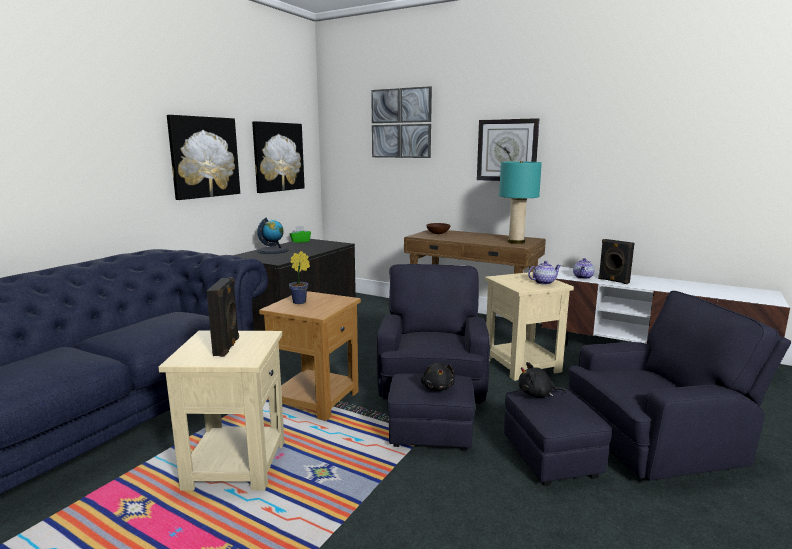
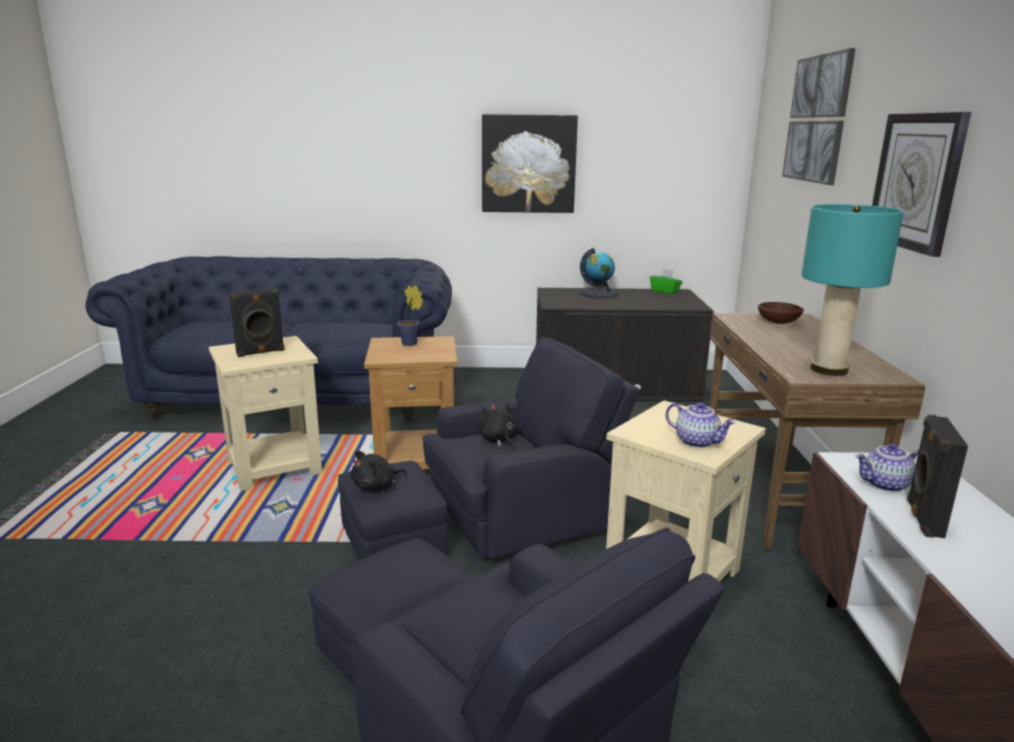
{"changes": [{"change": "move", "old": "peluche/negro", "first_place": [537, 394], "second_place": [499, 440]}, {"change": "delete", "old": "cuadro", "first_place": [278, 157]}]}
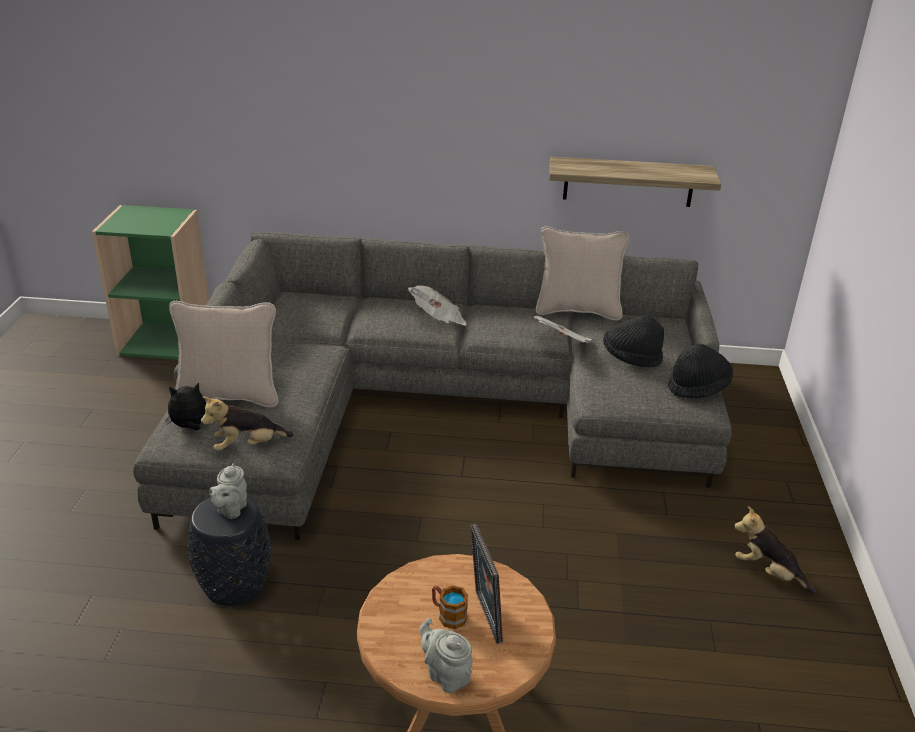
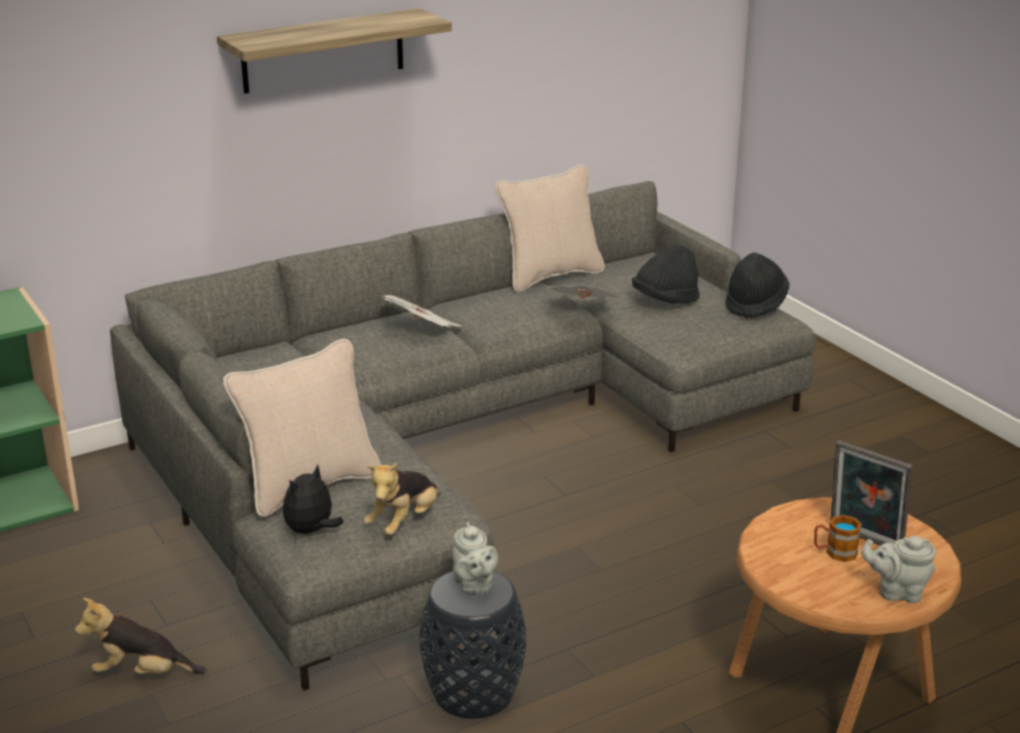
{"changes": [{"change": "move", "old": "peluche", "first_place": [768, 572], "second_place": [142, 673]}, {"change": "move", "old": "estante", "first_place": [628, 182], "second_place": [323, 51]}]}
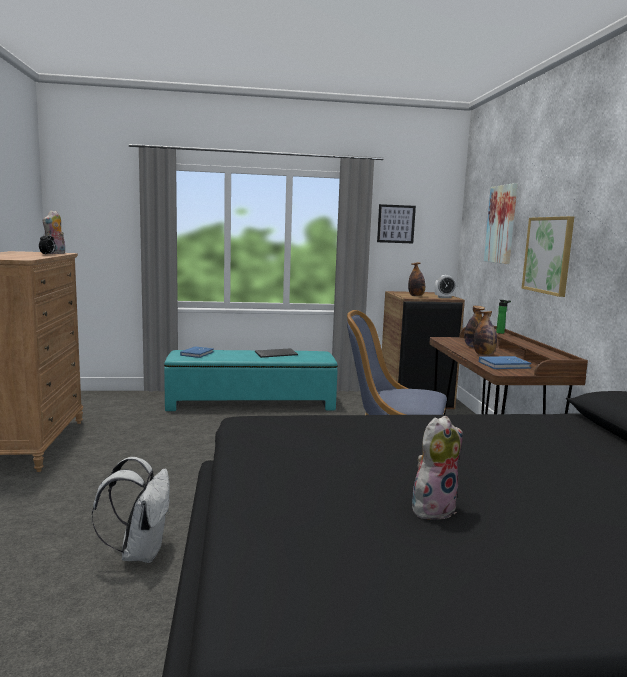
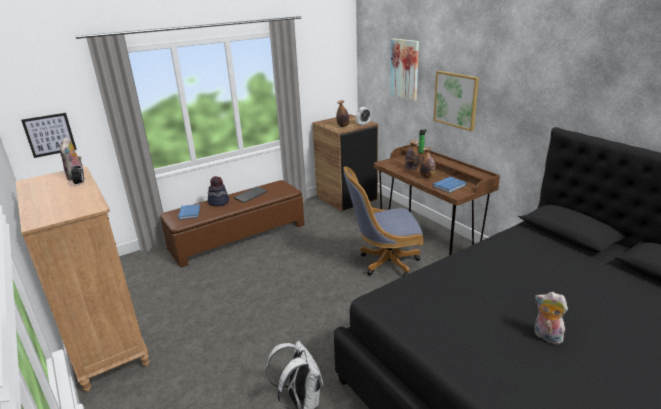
{"changes": [{"change": "move", "old": "cuadro", "first_place": [396, 224], "second_place": [49, 135]}, {"change": "recolor", "old": "banco/turquesa", "new": "banco/marrón", "first_place": [252, 402], "second_place": [238, 236]}, {"change": "insert", "new": "sombrero", "second_place": [218, 202]}, {"change": "rotate", "old": "peluche", "first_place": [432, 508], "second_place": [546, 337], "degrees": -75}]}
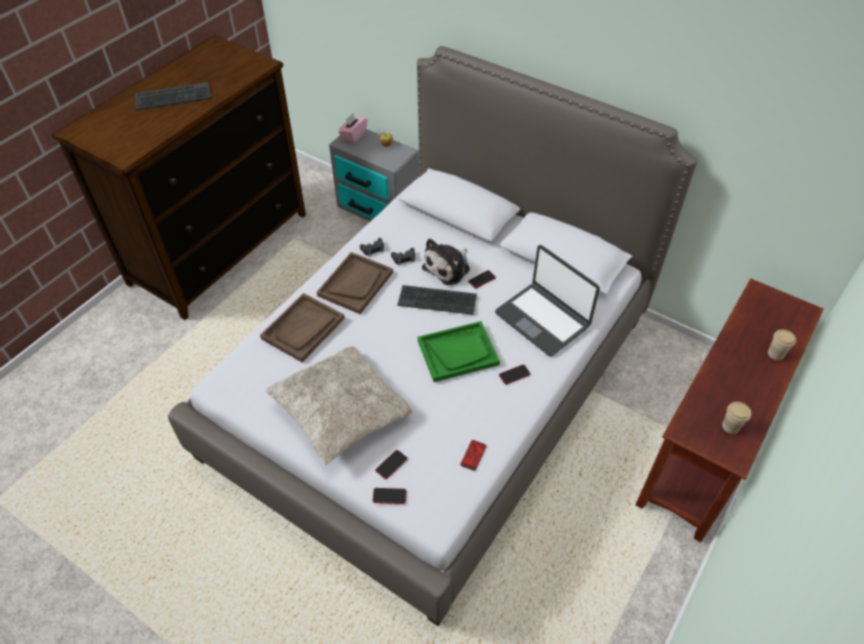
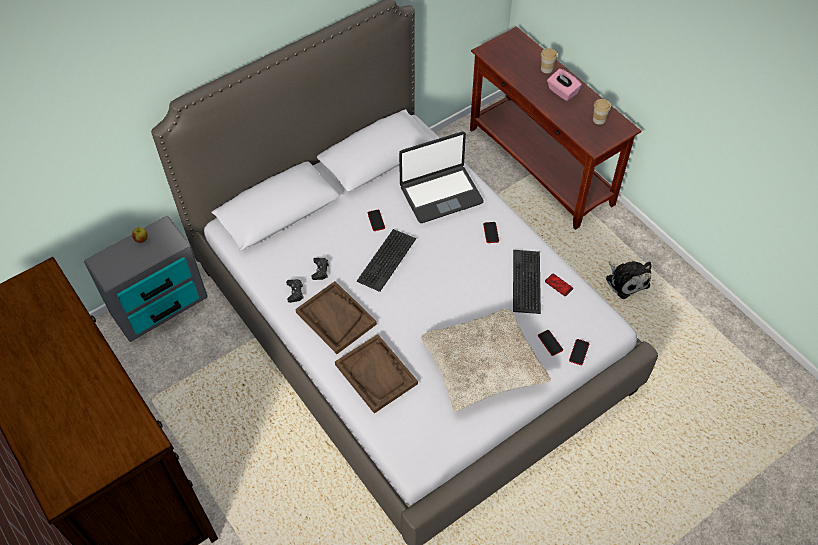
{"changes": [{"change": "move", "old": "teclado", "first_place": [173, 97], "second_place": [527, 281]}, {"change": "move", "old": "caja de pañuelos/rosa", "first_place": [353, 135], "second_place": [562, 92]}, {"change": "move", "old": "peluche", "first_place": [448, 267], "second_place": [626, 280]}, {"change": "delete", "old": "bandeja/verde", "first_place": [458, 352]}]}
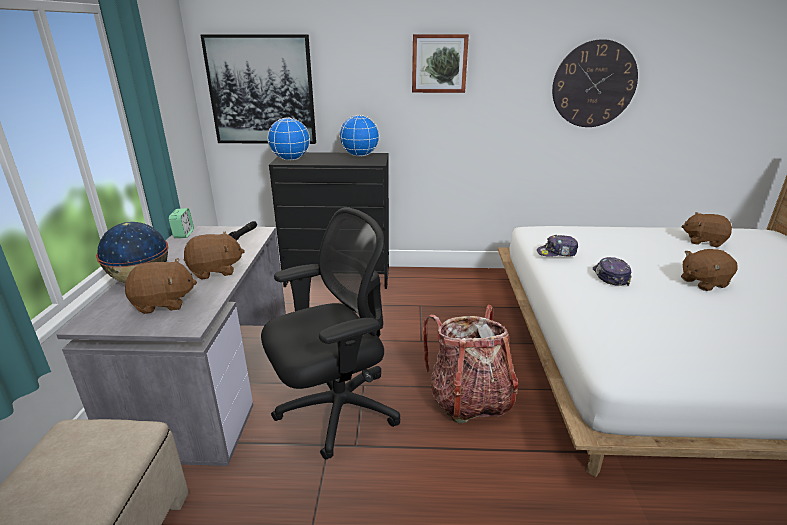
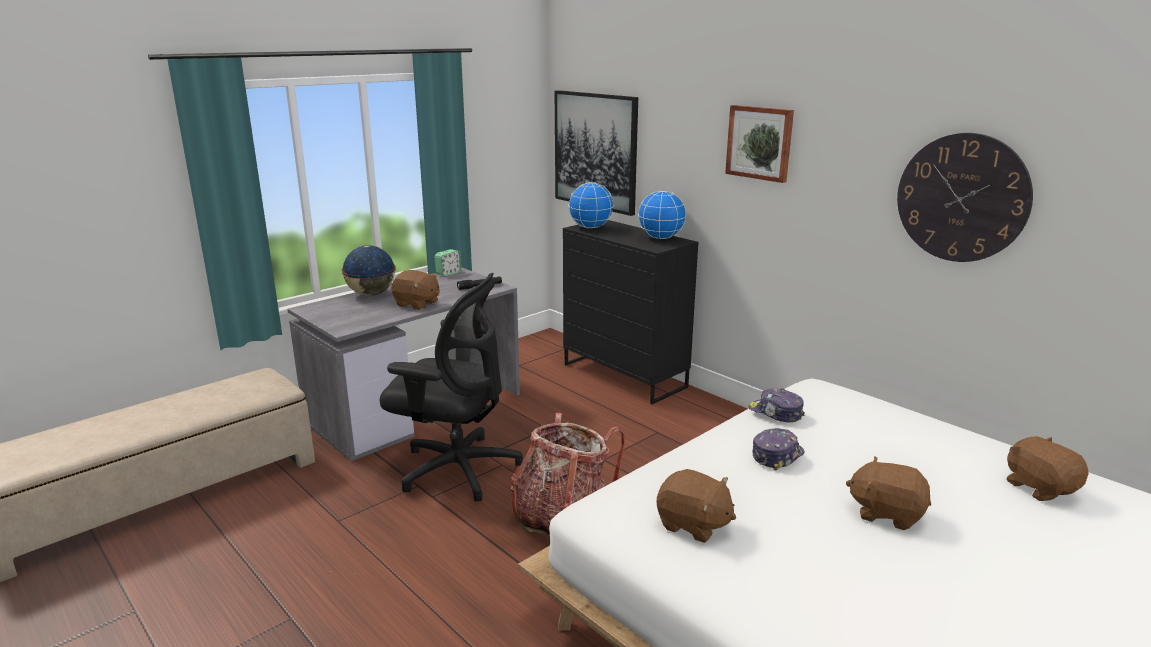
{"changes": [{"change": "move", "old": "peluche/marrón", "first_place": [164, 303], "second_place": [693, 525]}]}
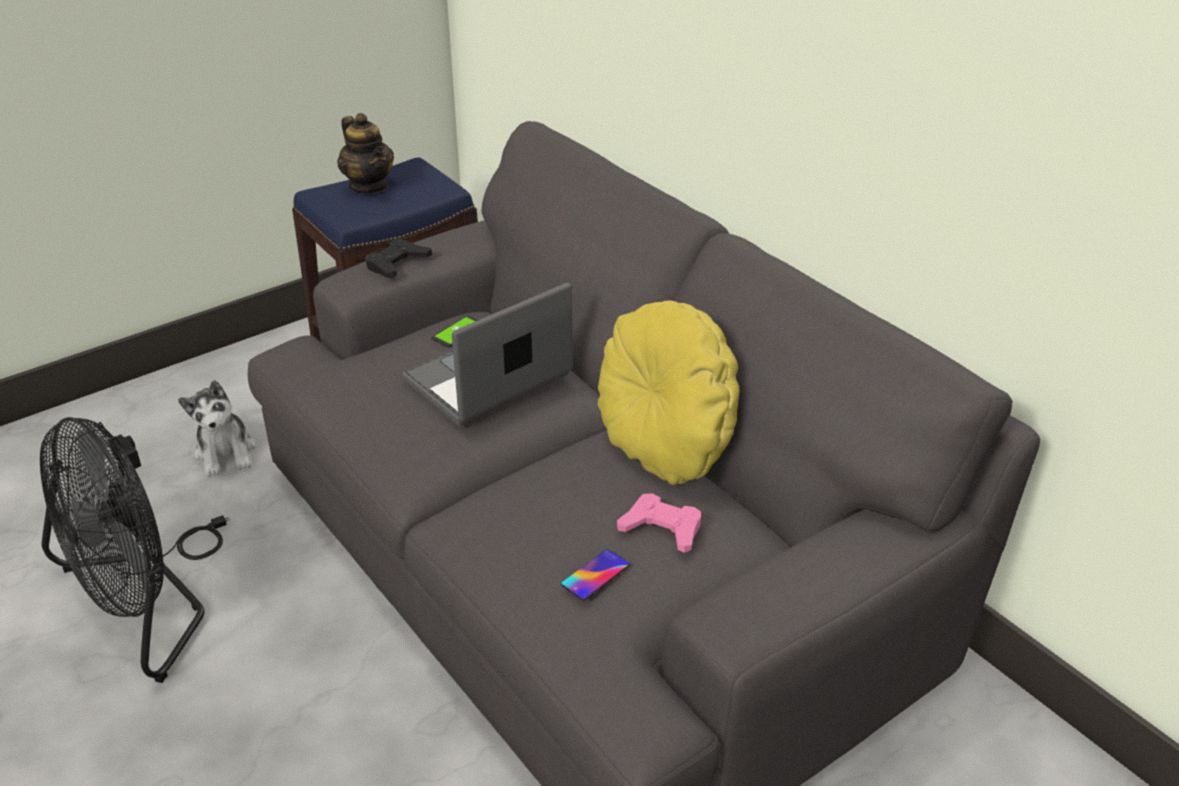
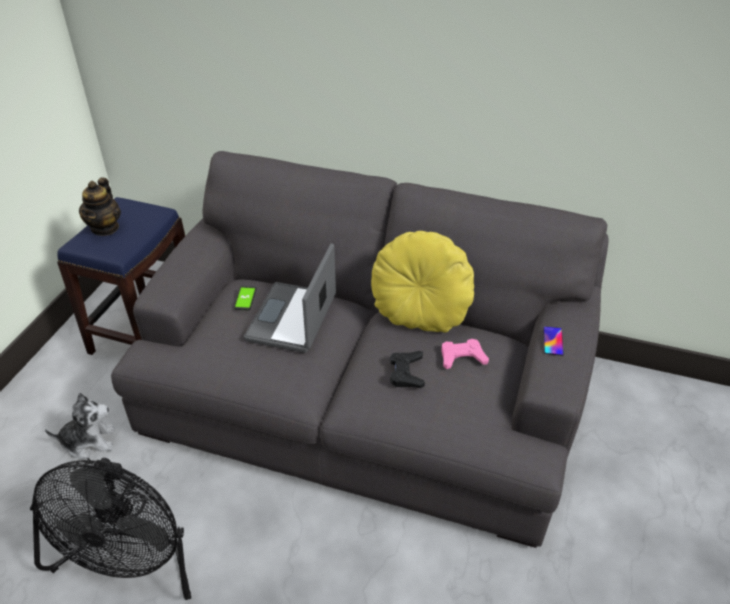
{"changes": [{"change": "rotate", "old": "peluche", "first_place": [226, 452], "second_place": [89, 441], "degrees": -45}, {"change": "rotate", "old": "tetera", "first_place": [369, 186], "second_place": [105, 228], "degrees": 75}, {"change": "move", "old": "mando de consola/negro", "first_place": [397, 264], "second_place": [406, 373]}, {"change": "move", "old": "móvil", "first_place": [595, 575], "second_place": [553, 341]}]}
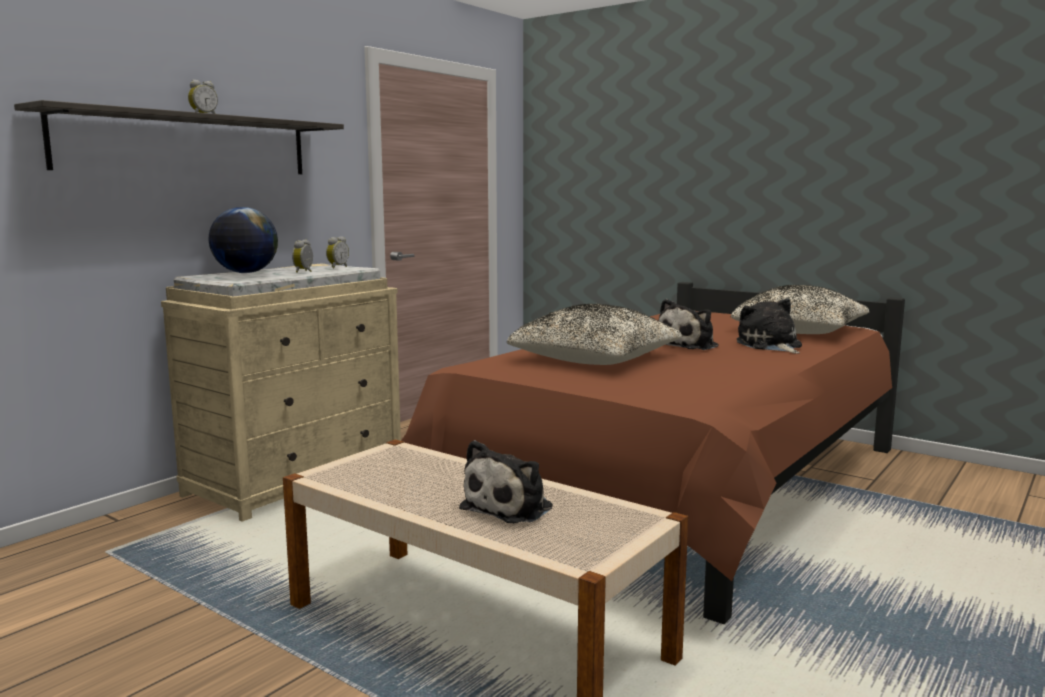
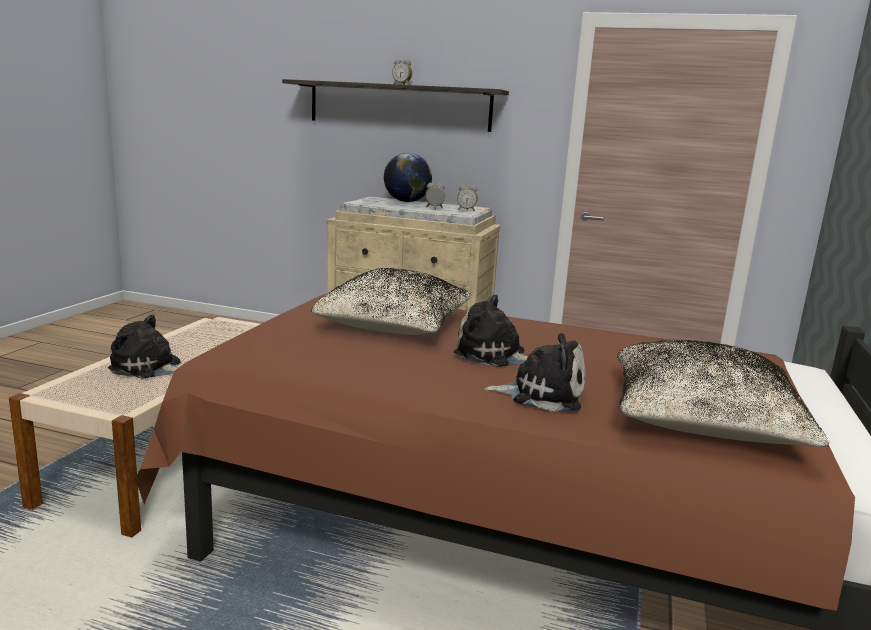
{"changes": [{"change": "rotate", "old": "peluche", "first_place": [770, 345], "second_place": [542, 394], "degrees": 45}]}
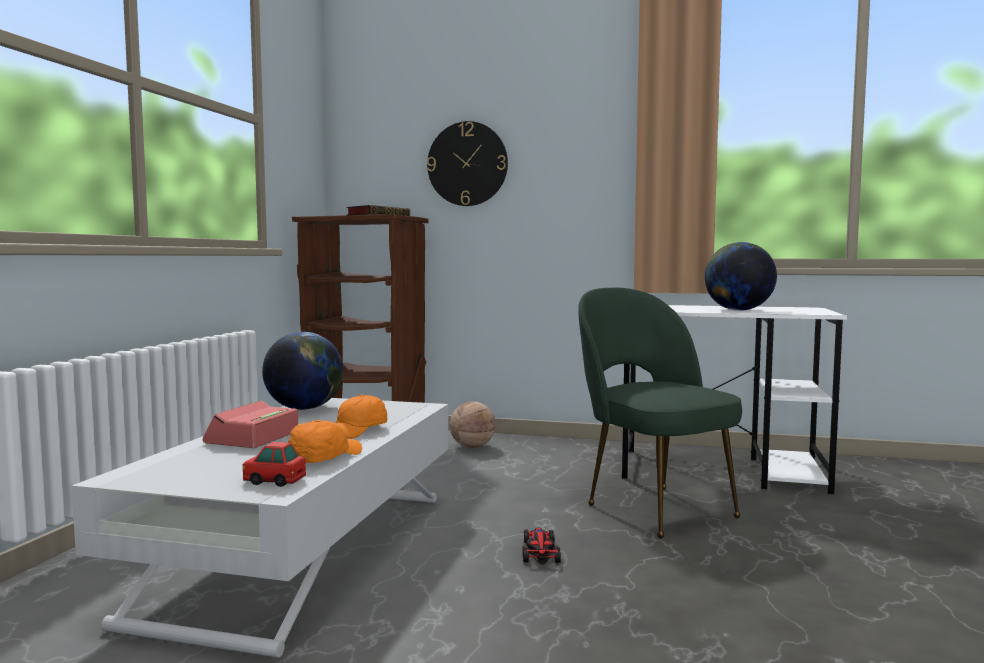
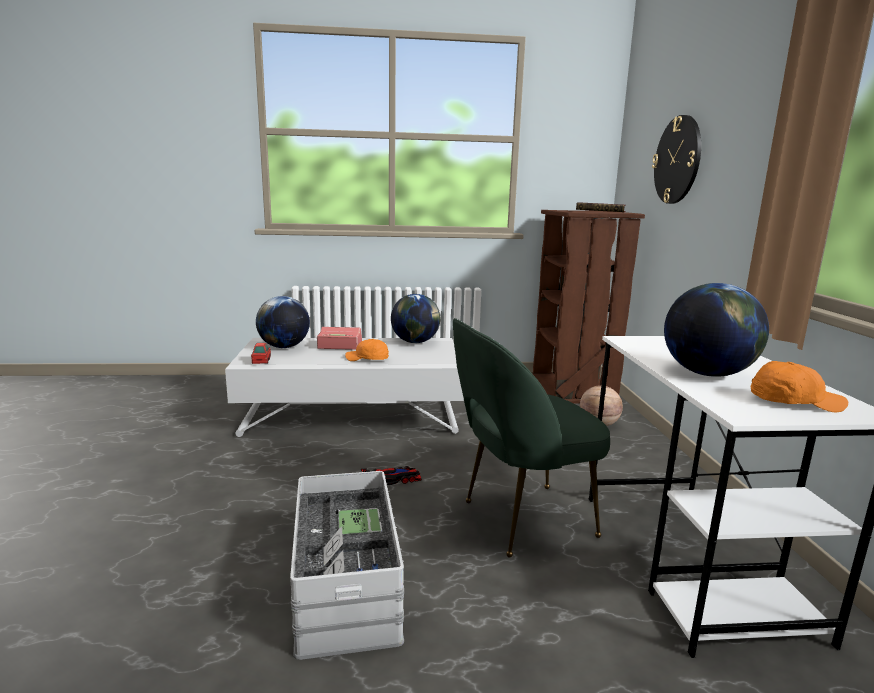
{"changes": [{"change": "insert", "new": "globo terráqueo", "second_place": [284, 347]}, {"change": "insert", "new": "caja de almacenaje/gris", "second_place": [348, 585]}, {"change": "rotate", "old": "silla/verde", "first_place": [653, 507], "second_place": [518, 520], "degrees": -150}, {"change": "move", "old": "gorra/naranja", "first_place": [324, 458], "second_place": [793, 402]}]}
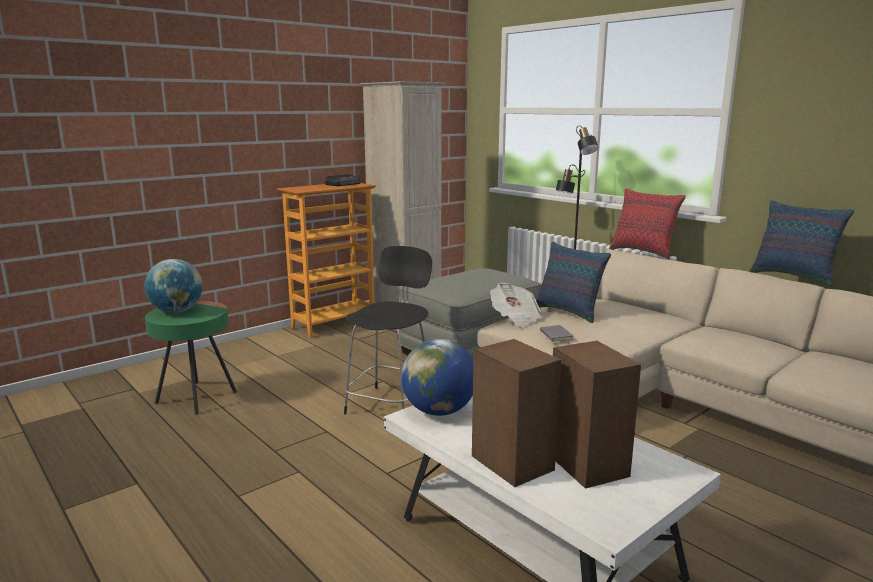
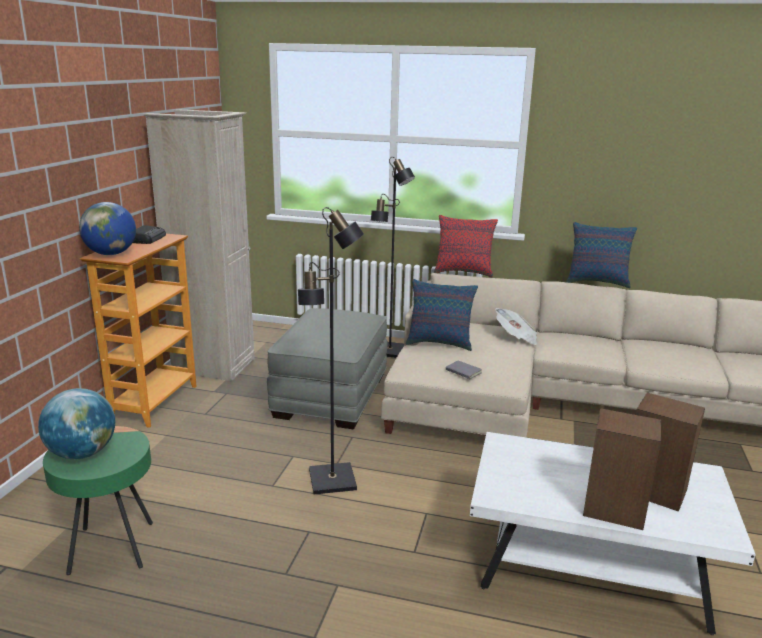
{"changes": [{"change": "move", "old": "globo terráqueo", "first_place": [439, 411], "second_place": [111, 254]}, {"change": "replace", "old": "taburete/negro", "new": "lámpara de pie/negro", "first_place": [391, 404], "second_place": [332, 479]}, {"change": "move", "old": "periódico", "first_place": [515, 318], "second_place": [516, 338]}]}
